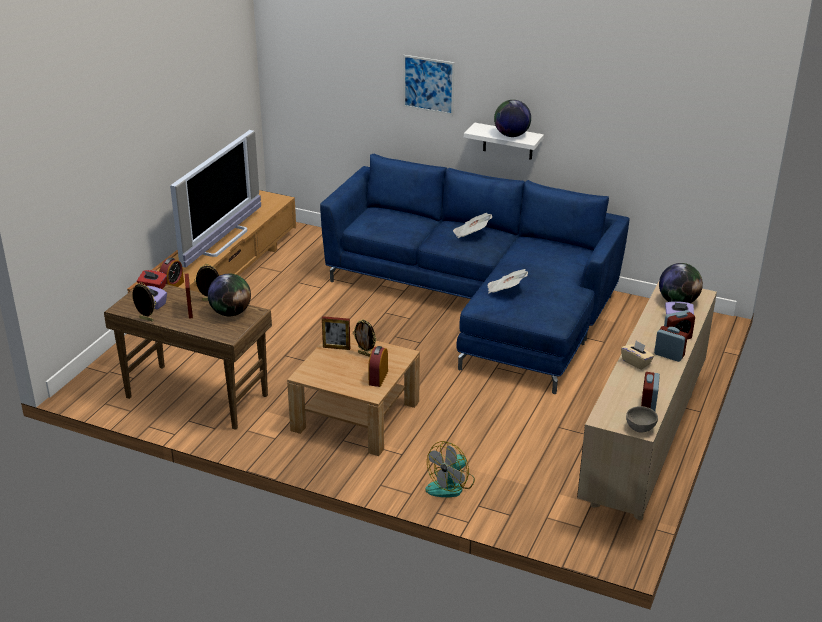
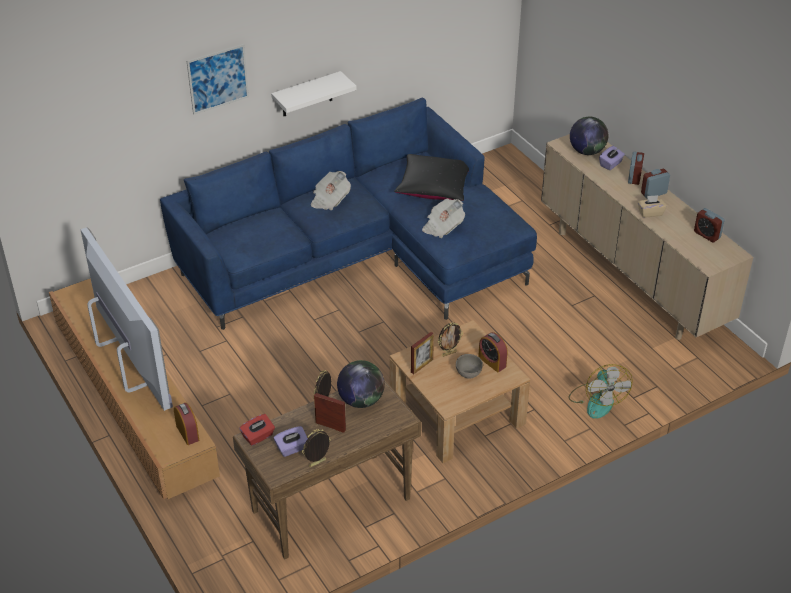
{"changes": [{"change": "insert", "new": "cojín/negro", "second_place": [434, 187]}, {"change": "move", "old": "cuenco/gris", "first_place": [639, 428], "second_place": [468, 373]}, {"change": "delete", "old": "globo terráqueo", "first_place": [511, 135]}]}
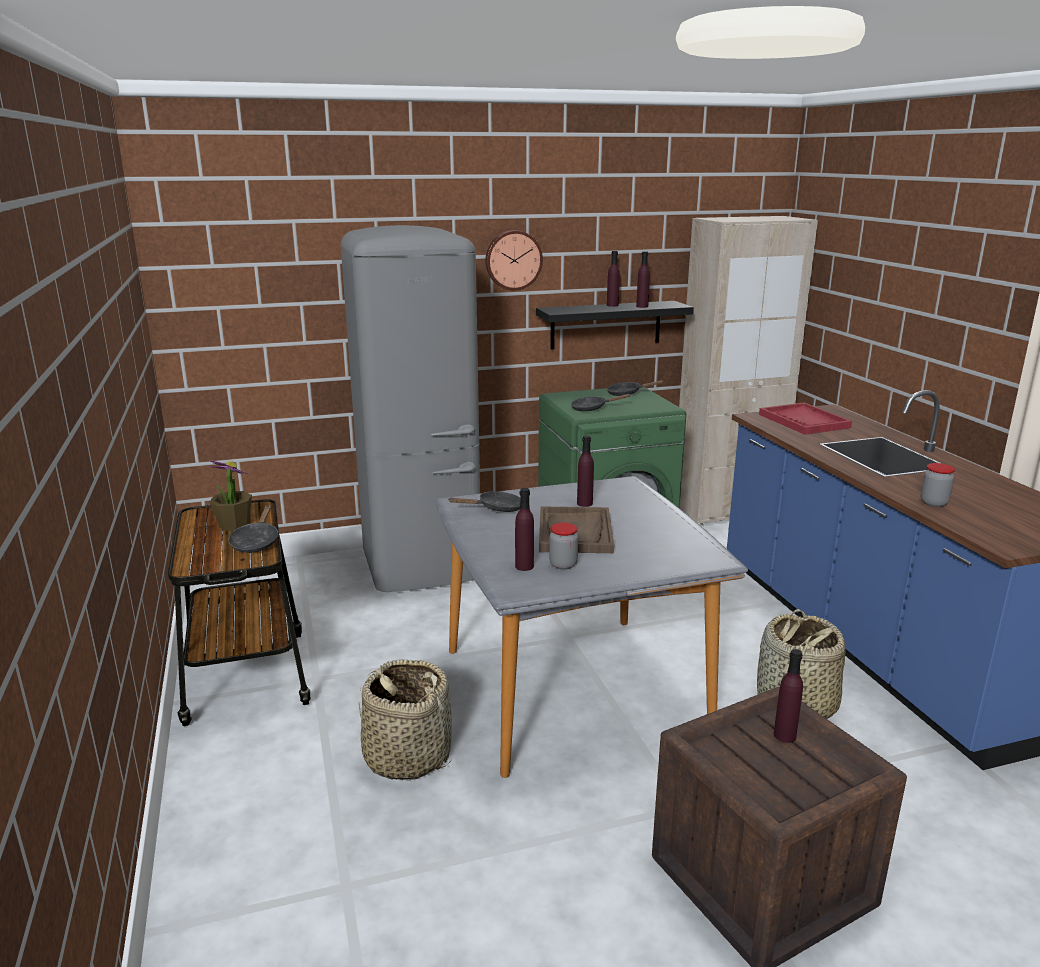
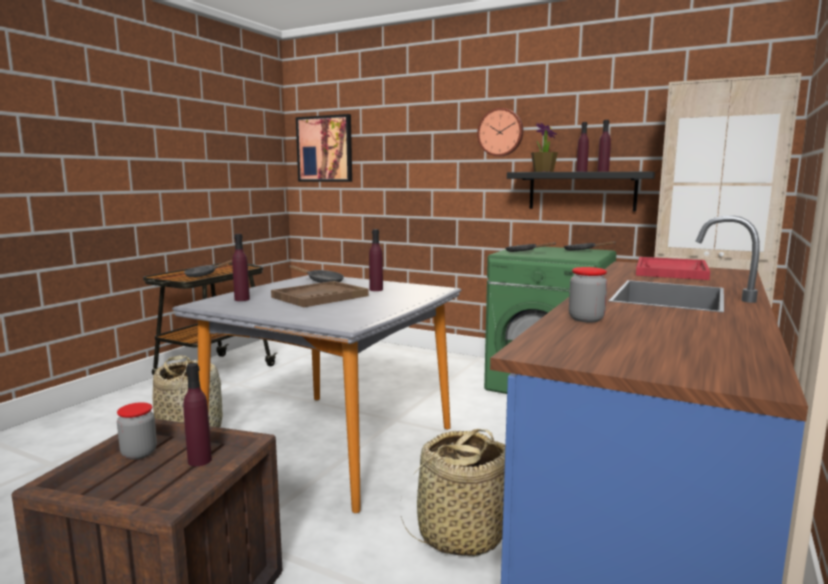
{"changes": [{"change": "move", "old": "tarro", "first_place": [563, 564], "second_place": [139, 453]}, {"change": "insert", "new": "cuadro", "second_place": [325, 149]}, {"change": "move", "old": "planta en maceta", "first_place": [234, 524], "second_place": [543, 171]}, {"change": "delete", "old": "nevera/gris", "first_place": [423, 567]}]}
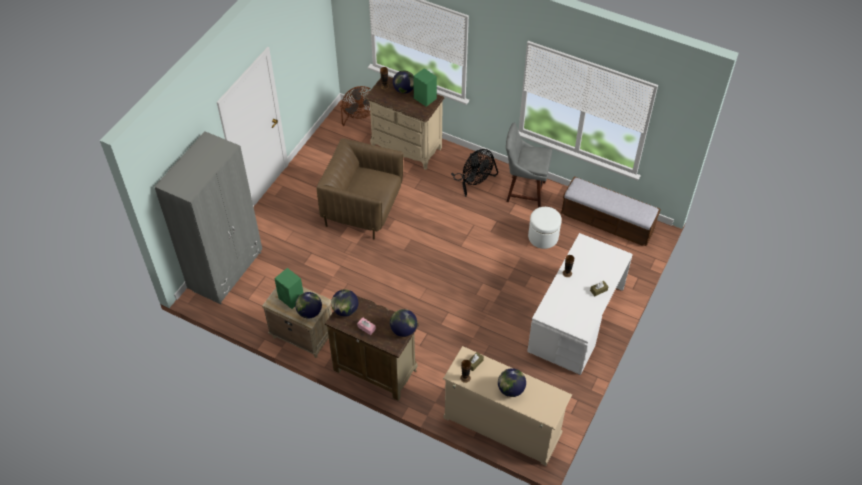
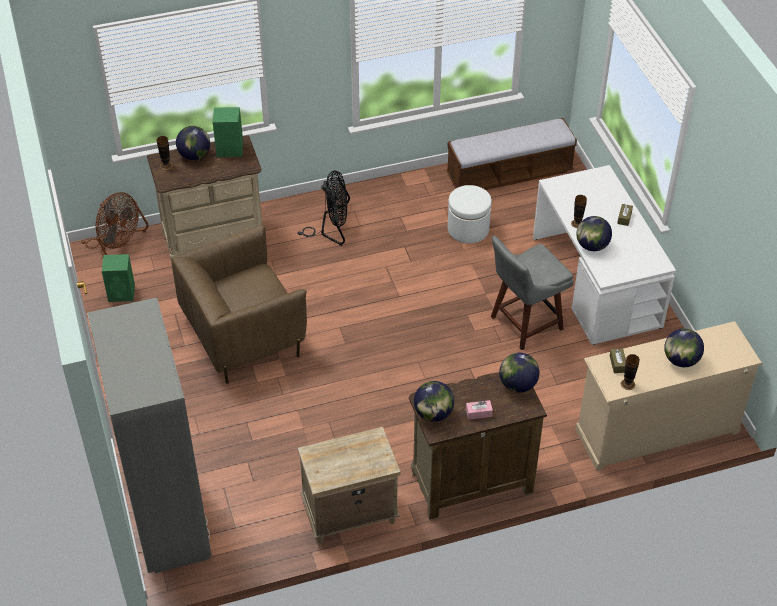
{"changes": [{"change": "move", "old": "altavoz/verde", "first_place": [291, 298], "second_place": [122, 293]}, {"change": "move", "old": "taburete/gris", "first_place": [524, 191], "second_place": [524, 324]}, {"change": "move", "old": "globo terráqueo", "first_place": [309, 312], "second_place": [592, 246]}]}
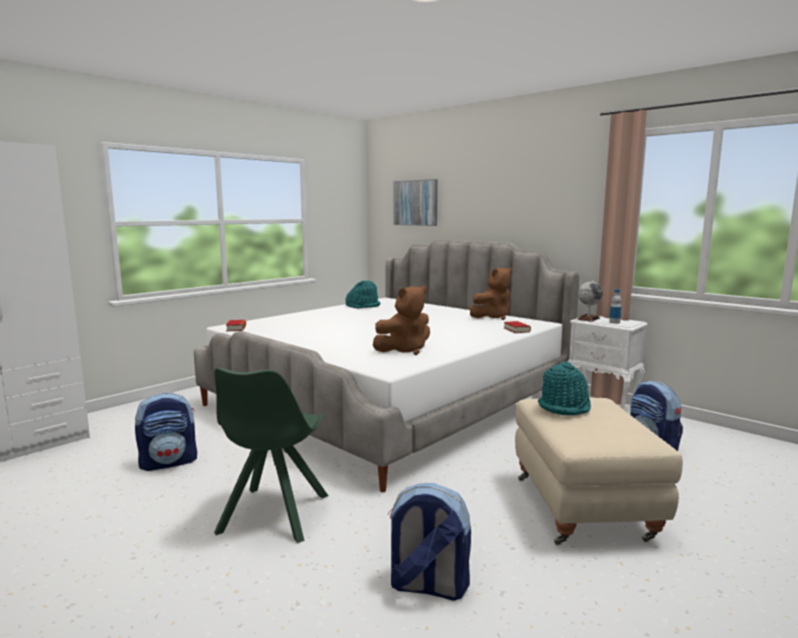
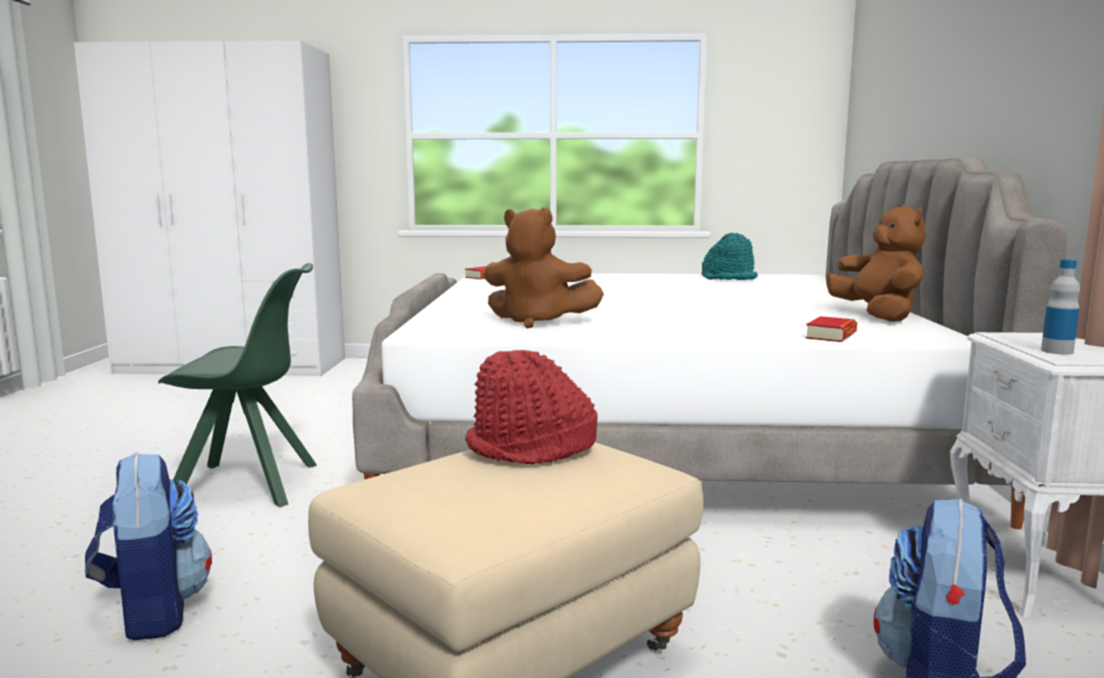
{"changes": [{"change": "rotate", "old": "silla/verde", "first_place": [273, 515], "second_place": [248, 485], "degrees": -150}, {"change": "recolor", "old": "sombrero/turquesa", "new": "sombrero/rojo", "first_place": [564, 407], "second_place": [532, 449]}, {"change": "rotate", "old": "peluche/marrón", "first_place": [492, 317], "second_place": [877, 316], "degrees": -120}, {"change": "delete", "old": "mochila", "first_place": [169, 462]}, {"change": "delete", "old": "cuadro", "first_place": [415, 203]}, {"change": "delete", "old": "globo terráqueo", "first_place": [588, 319]}]}
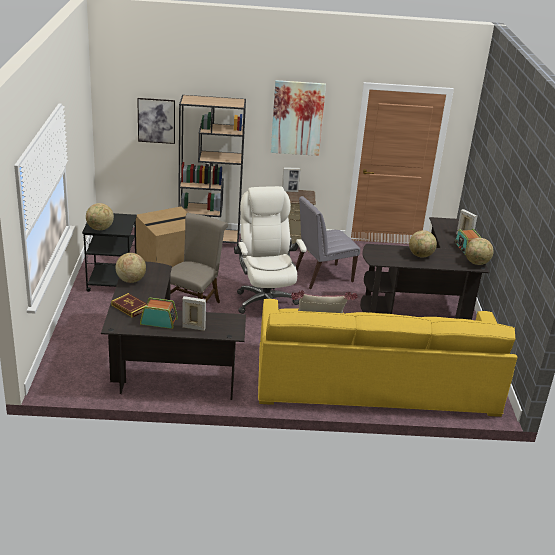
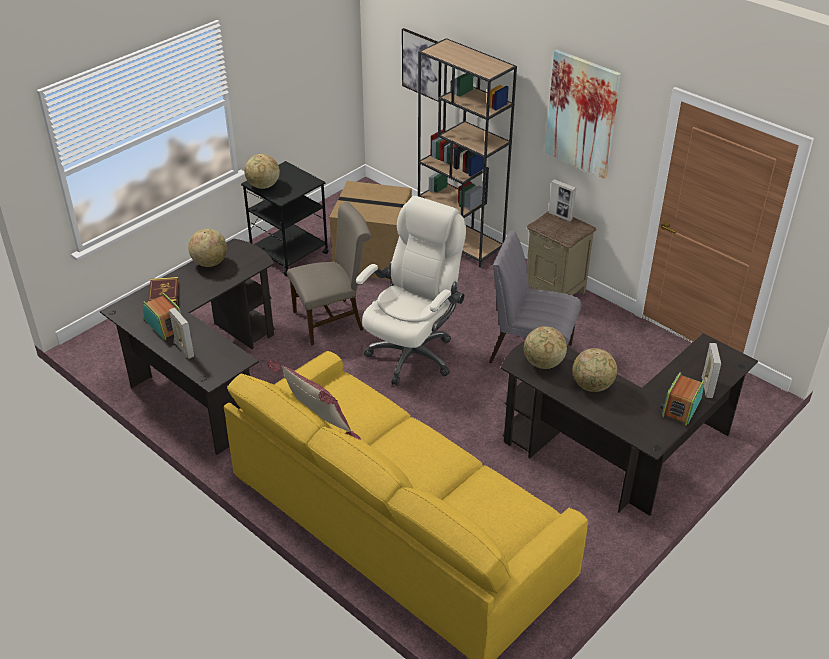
{"changes": [{"change": "move", "old": "globo terráqueo", "first_place": [476, 263], "second_place": [543, 363]}]}
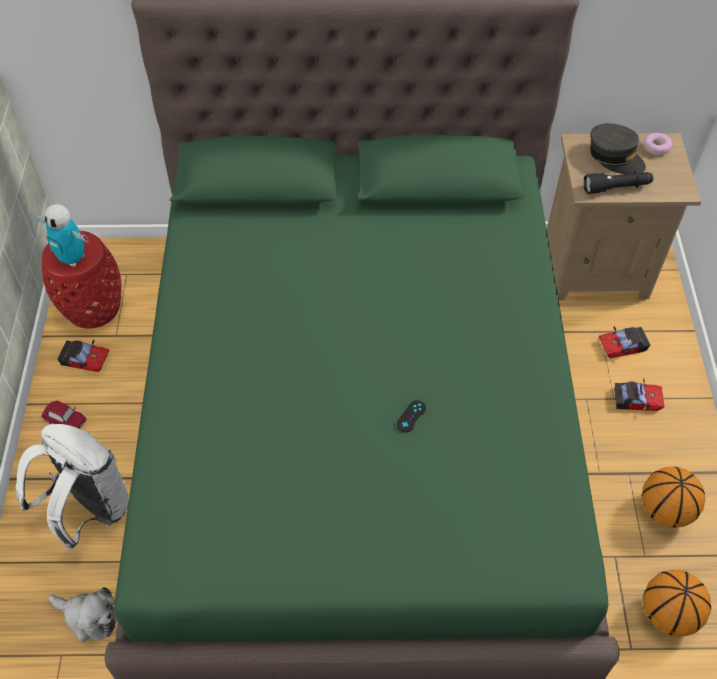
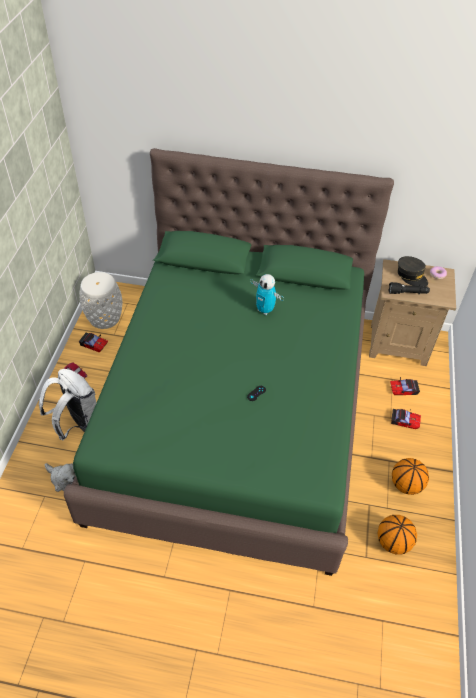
{"changes": [{"change": "recolor", "old": "taburete/rojo", "new": "taburete/blanco", "first_place": [93, 307], "second_place": [105, 318]}, {"change": "move", "old": "robot de juguete", "first_place": [73, 259], "second_place": [265, 310]}]}
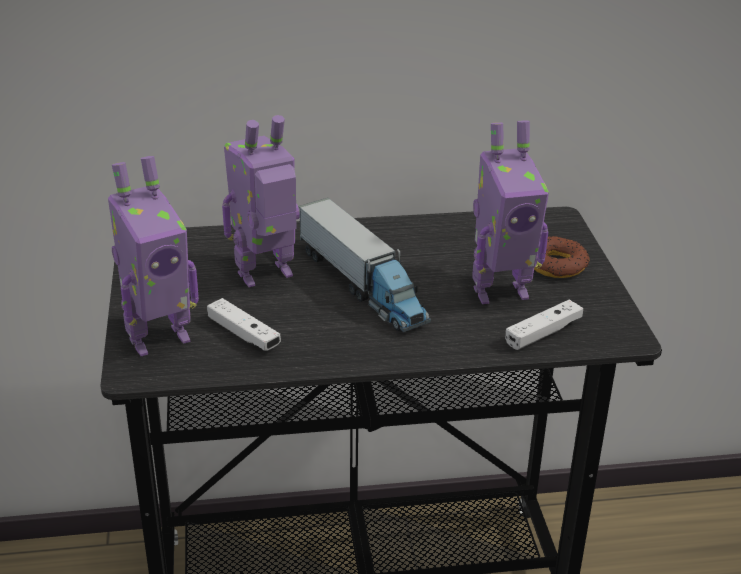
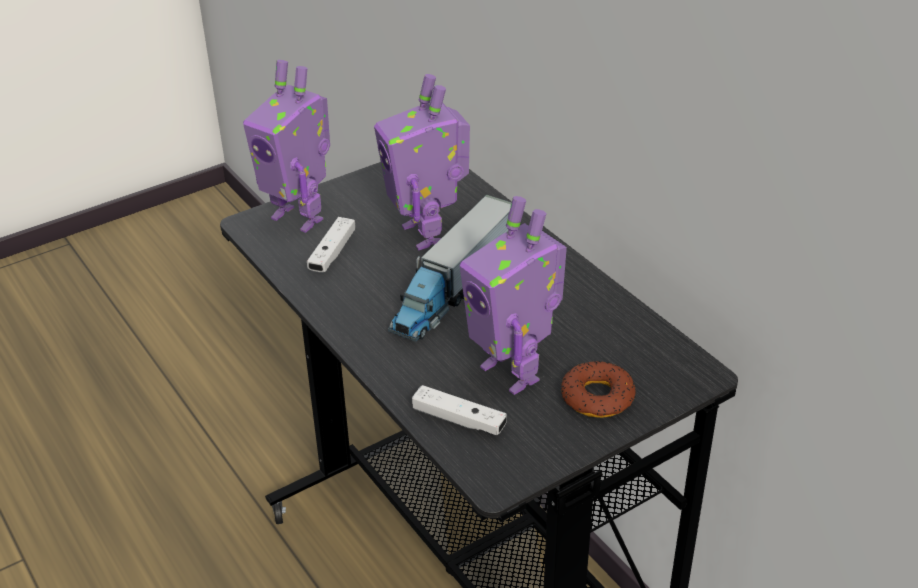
{"changes": [{"change": "rotate", "old": "robot de juguete", "first_place": [266, 276], "second_place": [426, 234], "degrees": -150}]}
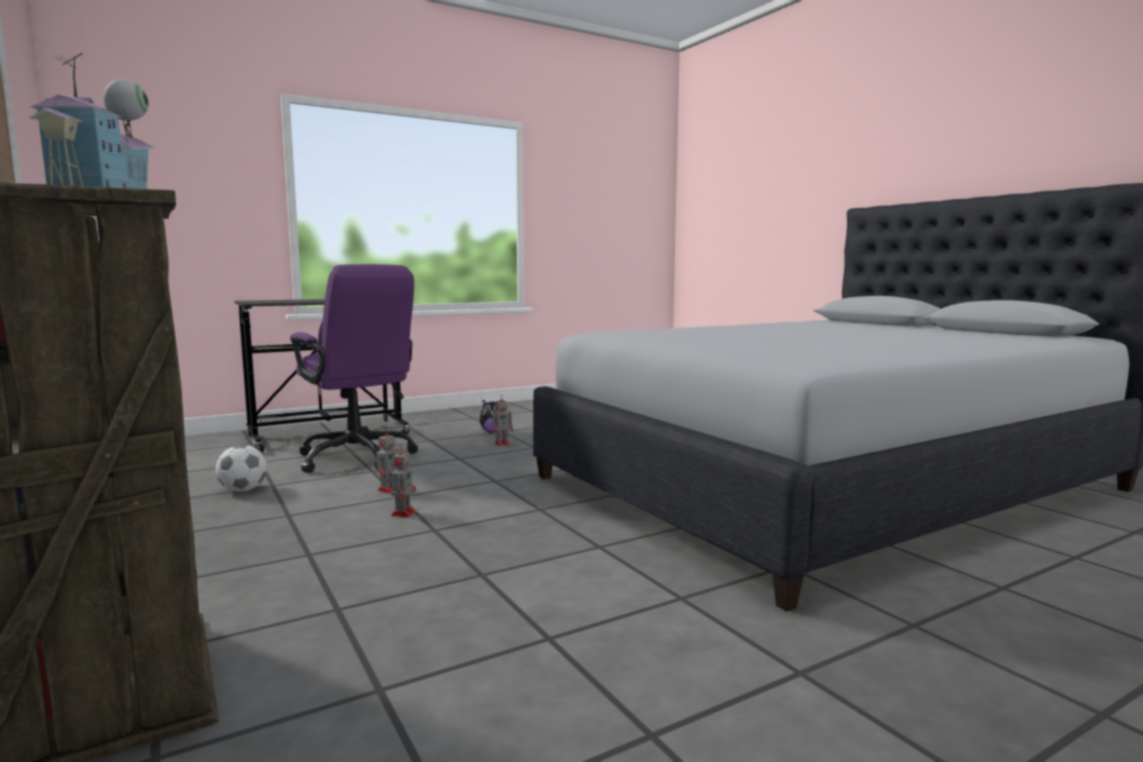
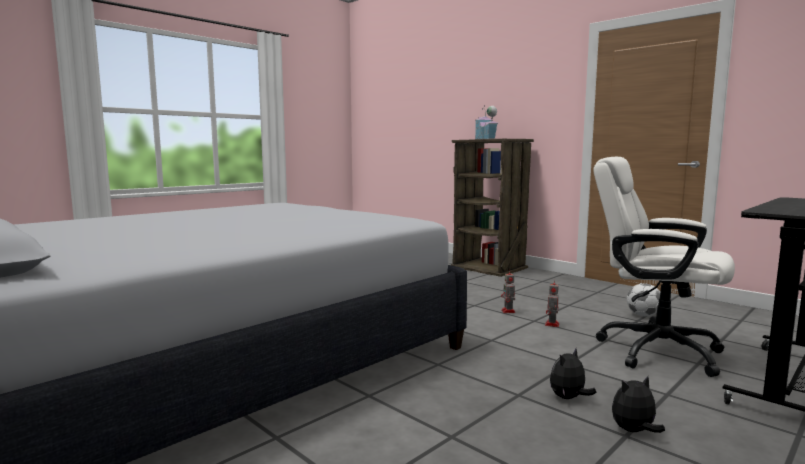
{"changes": [{"change": "replace", "old": "robot de juguete", "new": "peluche", "first_place": [503, 443], "second_place": [568, 398]}, {"change": "recolor", "old": "silla de oficina/morado", "new": "silla de oficina/blanco", "first_place": [359, 460], "second_place": [652, 351]}]}
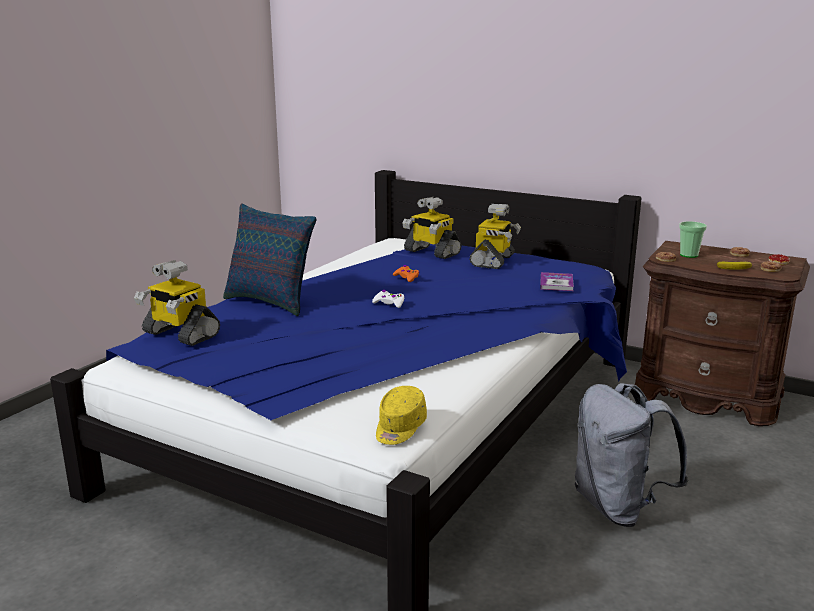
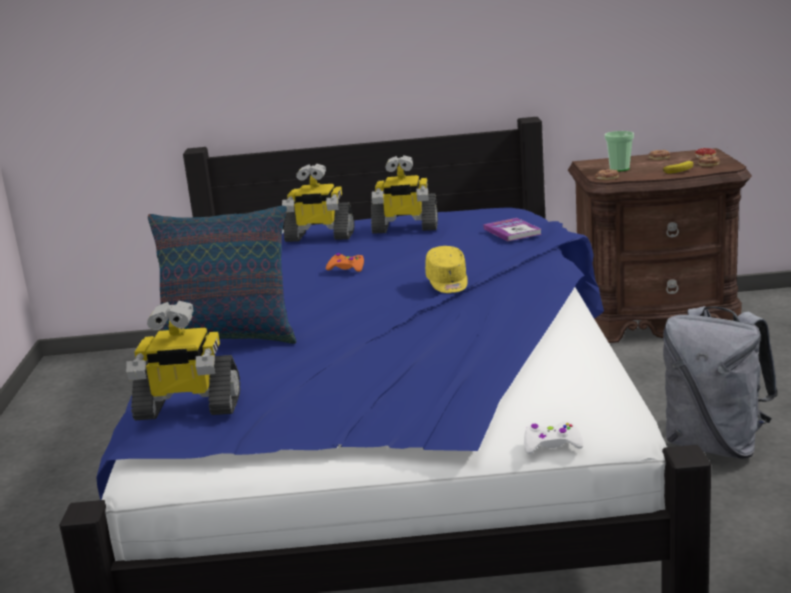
{"changes": [{"change": "rotate", "old": "robot de juguete", "first_place": [493, 261], "second_place": [405, 228], "degrees": 105}, {"change": "move", "old": "gorra/amarillo", "first_place": [399, 428], "second_place": [448, 282]}, {"change": "move", "old": "mando de consola/blanco", "first_place": [389, 303], "second_place": [552, 445]}]}
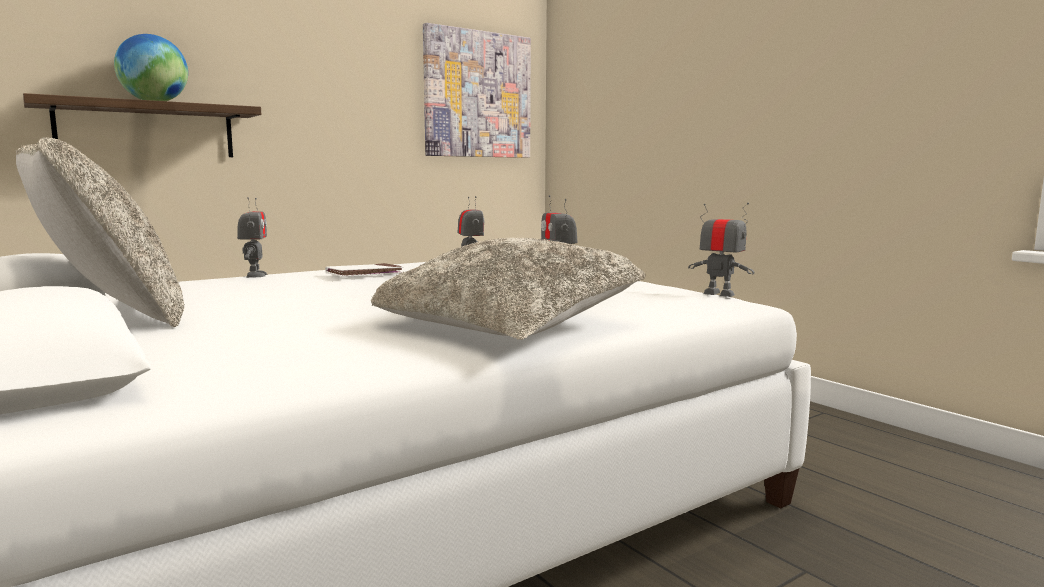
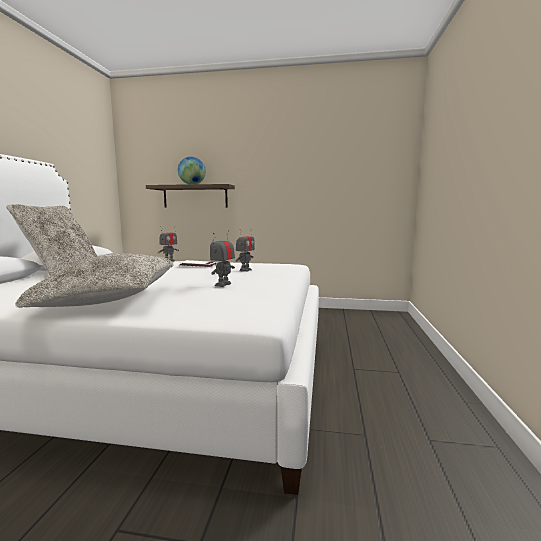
{"changes": [{"change": "delete", "old": "cuadro", "first_place": [477, 95]}, {"change": "delete", "old": "robot de juguete", "first_place": [719, 294]}]}
